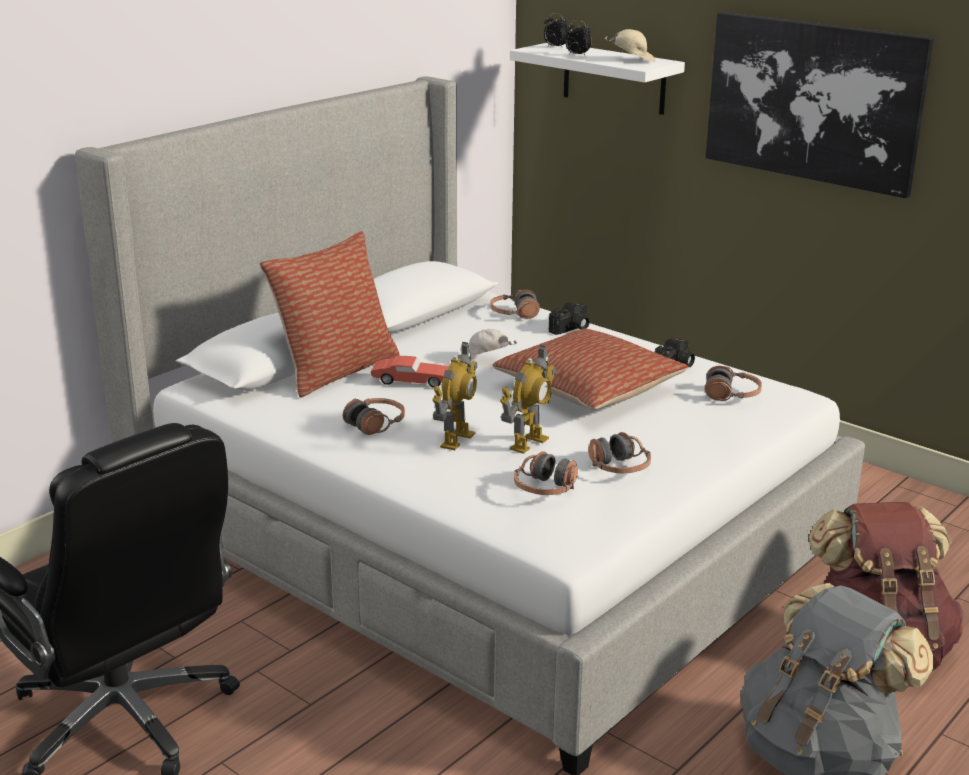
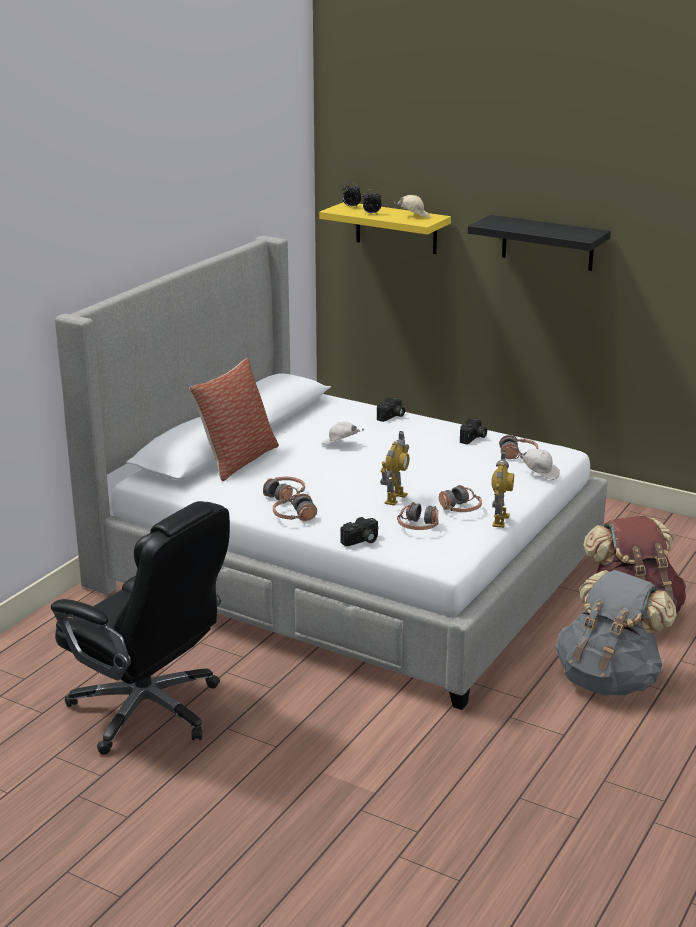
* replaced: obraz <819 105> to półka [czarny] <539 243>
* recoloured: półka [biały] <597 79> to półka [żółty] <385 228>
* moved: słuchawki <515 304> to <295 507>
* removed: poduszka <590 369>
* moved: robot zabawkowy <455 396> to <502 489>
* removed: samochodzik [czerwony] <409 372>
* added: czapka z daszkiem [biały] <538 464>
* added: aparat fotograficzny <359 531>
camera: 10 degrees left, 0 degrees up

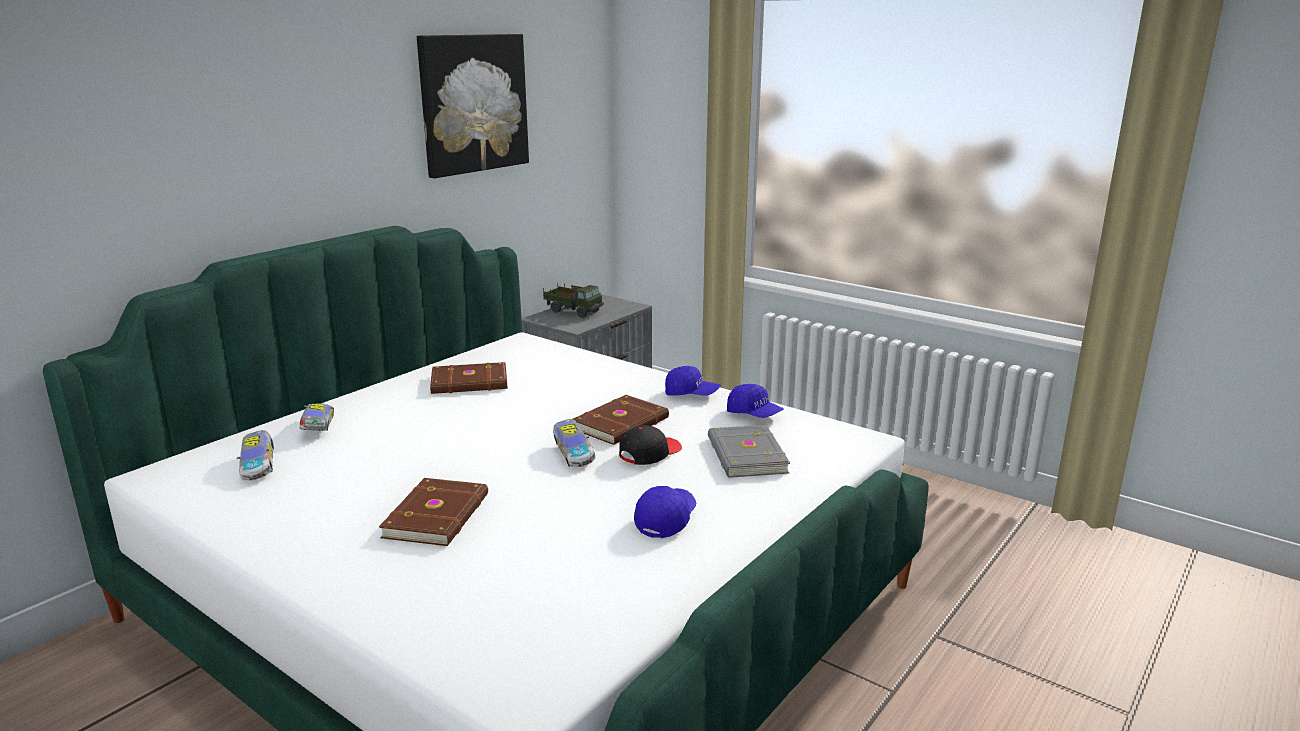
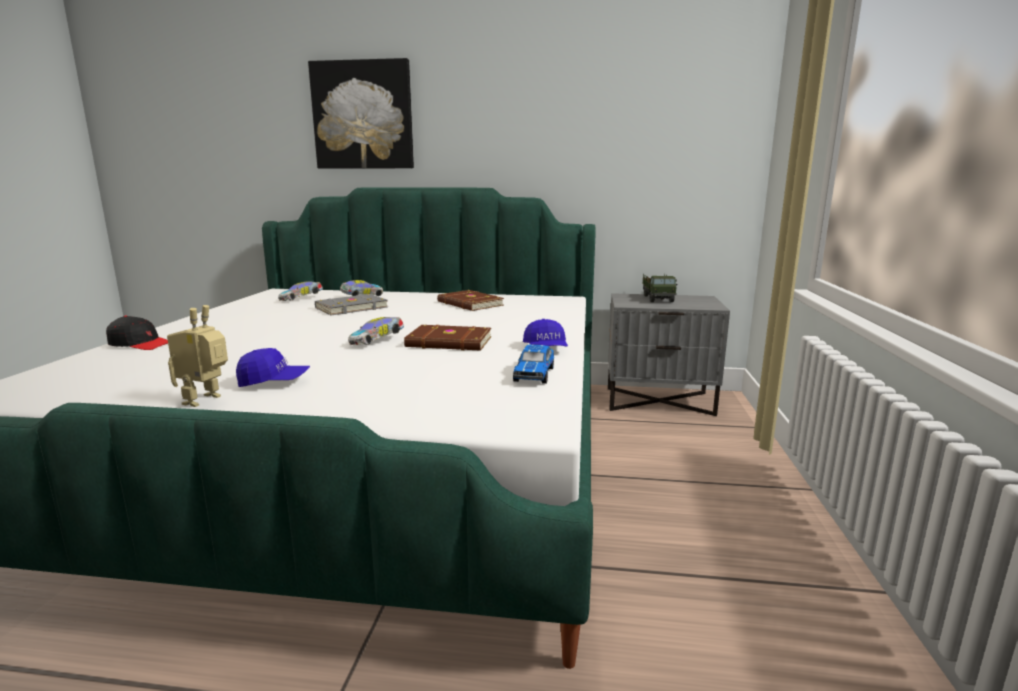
* moved: obraz <473 106> to <361 113>
* replaced: czapka z daszkiem [niebieski] <755 401> to samochodzik <533 364>
* moved: czapka z daszkiem [czarny] <650 445> to <137 333>
* moved: książka [szary] <749 451> to <351 305>
* removed: książka [brązowy] <433 512>
* added: robot zabawkowy <197 356>
camera: 60 degrees right, 5 degrees down

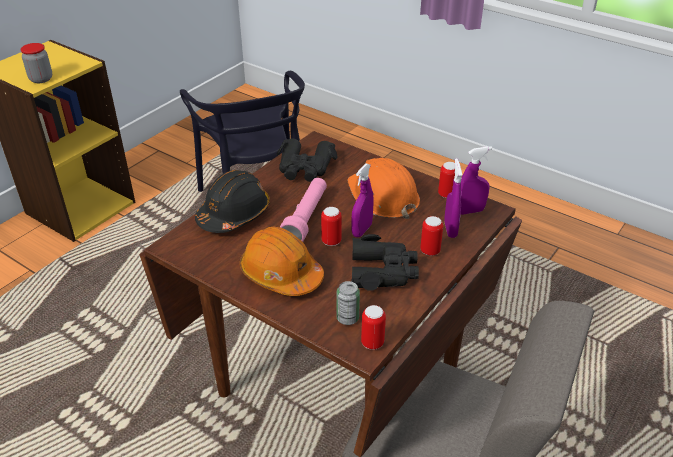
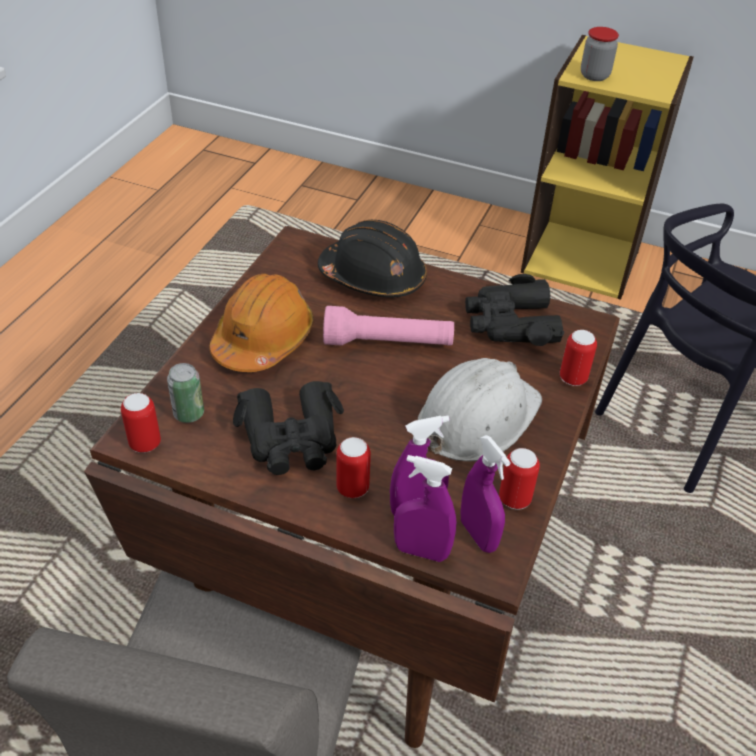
* recoloured: kask [pomarańczowy] <383 188> to kask [biały] <480 409>
* moved: spryskiwacz [fioletowy] <362 200> to <425 508>
* moved: puszka <331 226> to <578 358>
camera: 75 degrees right, 5 degrees up

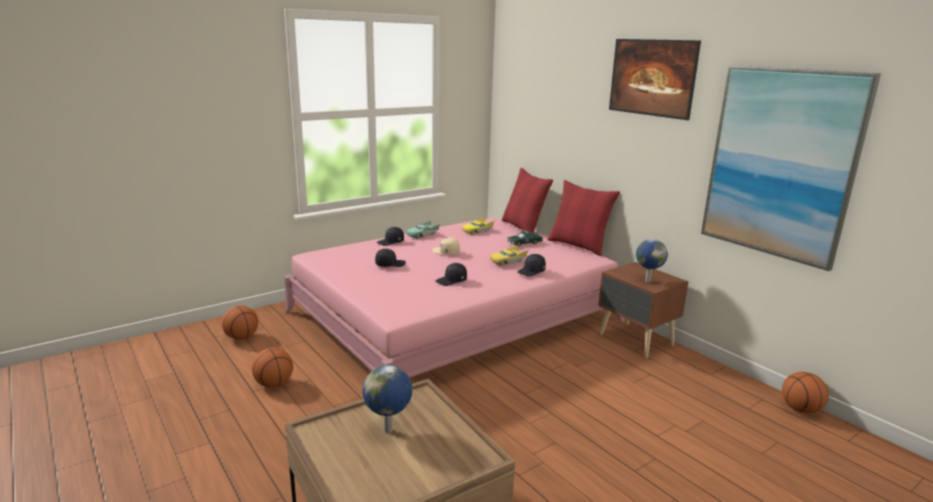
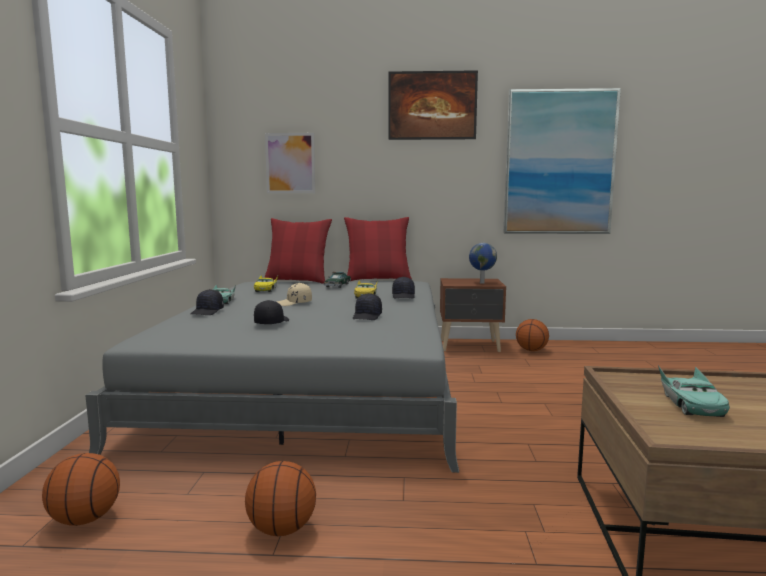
* recoloured: łóżko [różowy] <454 298> to łóżko [szary] <272 377>
* replaced: globus <387 399> to samochodzik [turkusowy] <694 391>
* moved: piłka do koszykówki <805 392> to <532 335>
* added: obraz <290 163>
camera: 50 degrees left, 10 degrees down

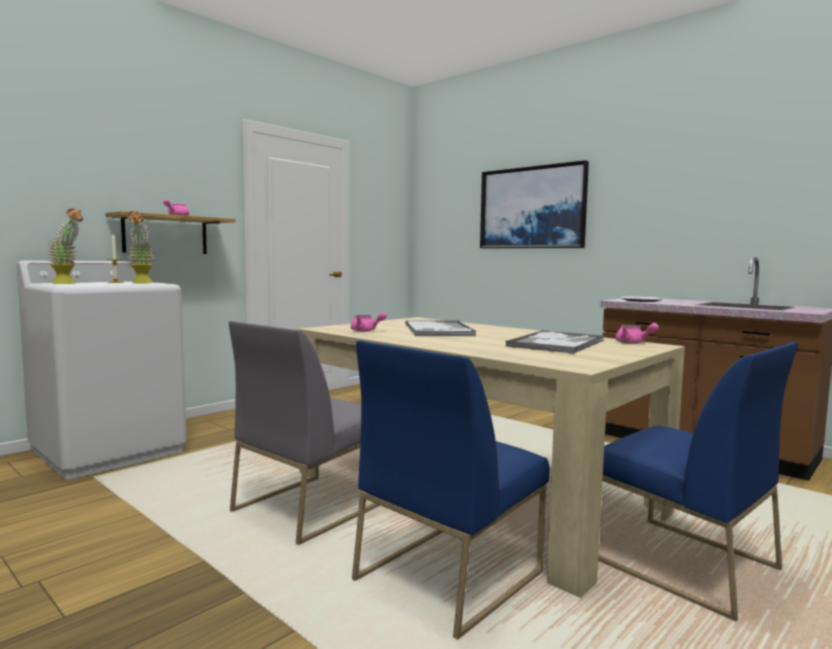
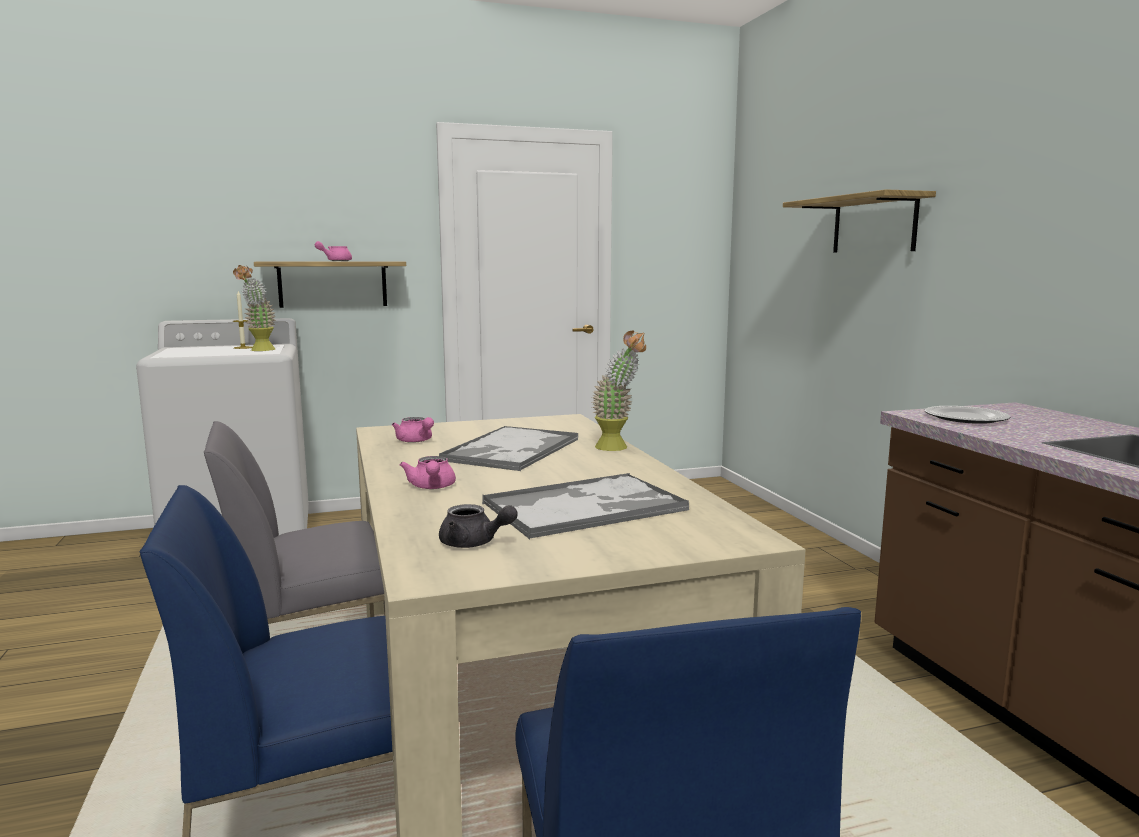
* replaced: obraz <534 204> to półka <859 220>
* moved: roślina doniczkowa <65 246> to <619 391>
* moved: imbryk [różowy] <637 333> to <428 472>
* added: imbryk [szary] <478 526>
camera: 30 degrees right, 5 degrees up

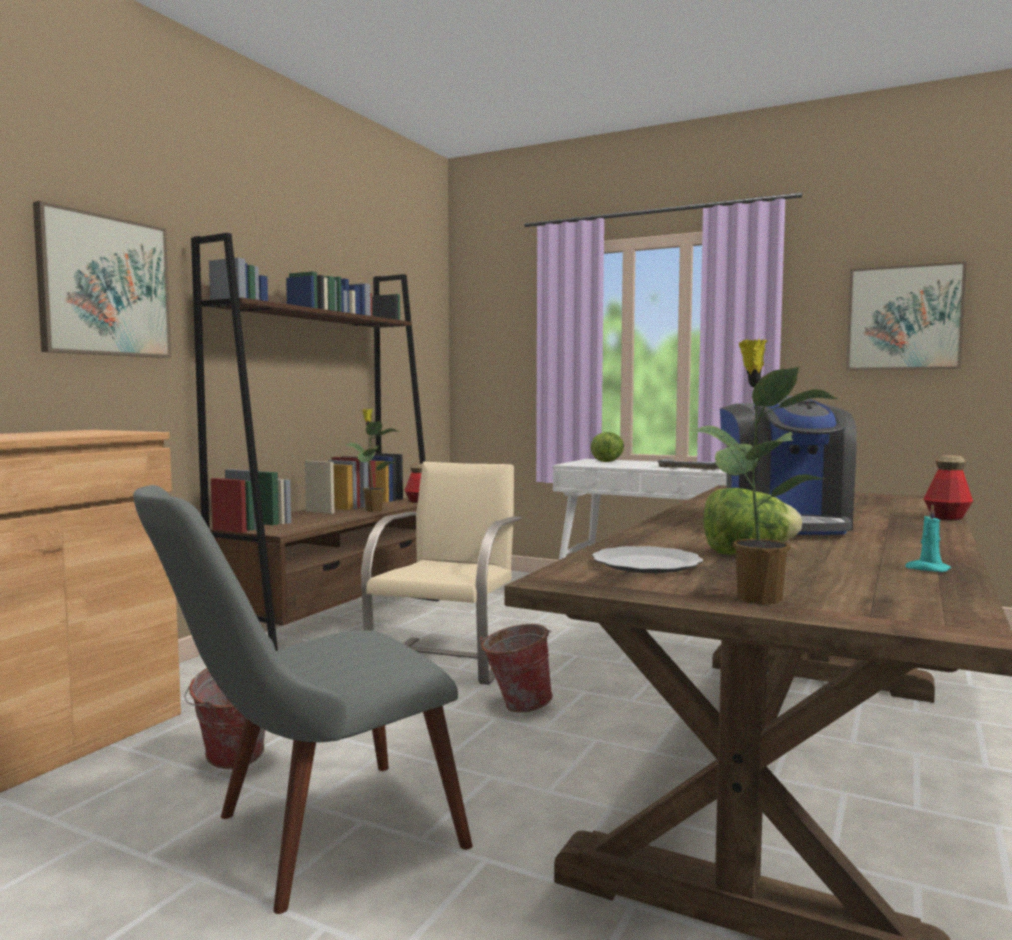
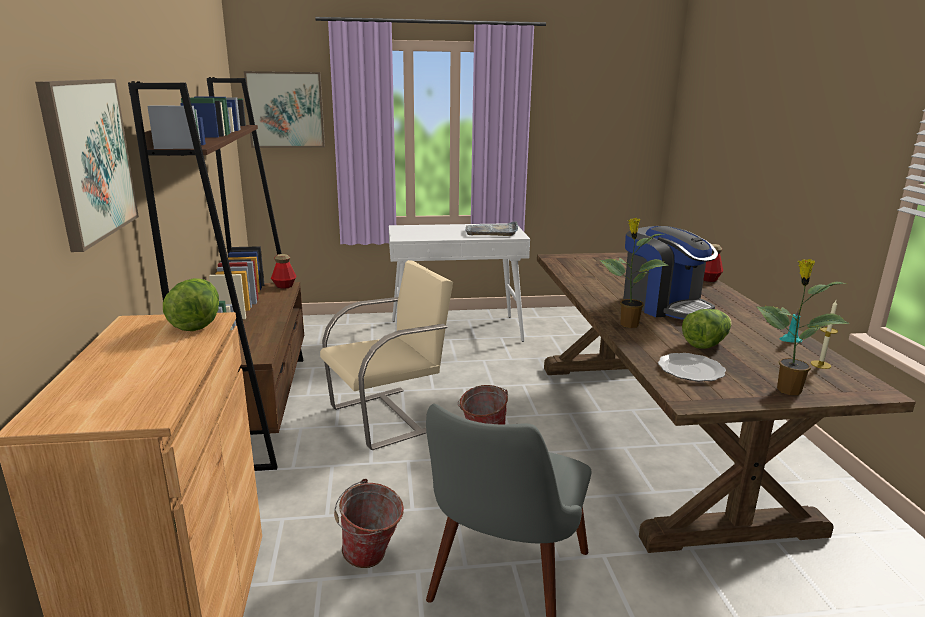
* moved: obraz <906 315> to <284 109>
* moved: roślina doniczkowa <371 460> to <633 273>
* moved: sałata <607 447> to <191 304>
* turned: krzesło [beżowy] <441 573> = <386 355> 75 degrees clockwise
* added: świeca <824 334>
camera: 35 degrees left, 15 degrees up

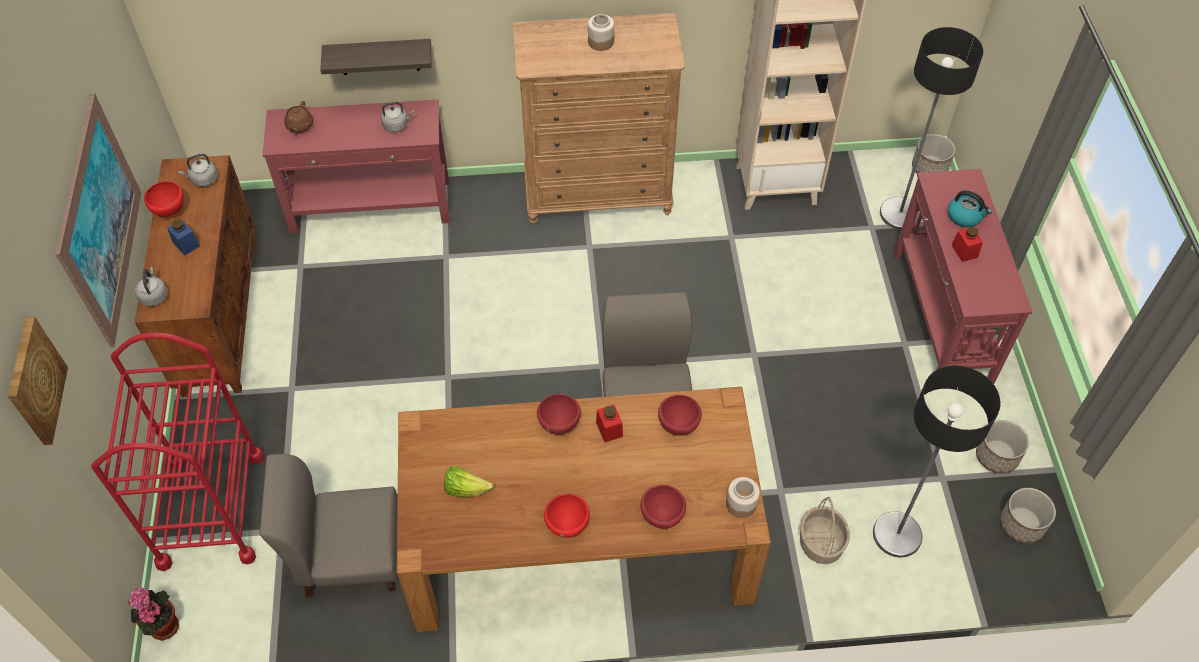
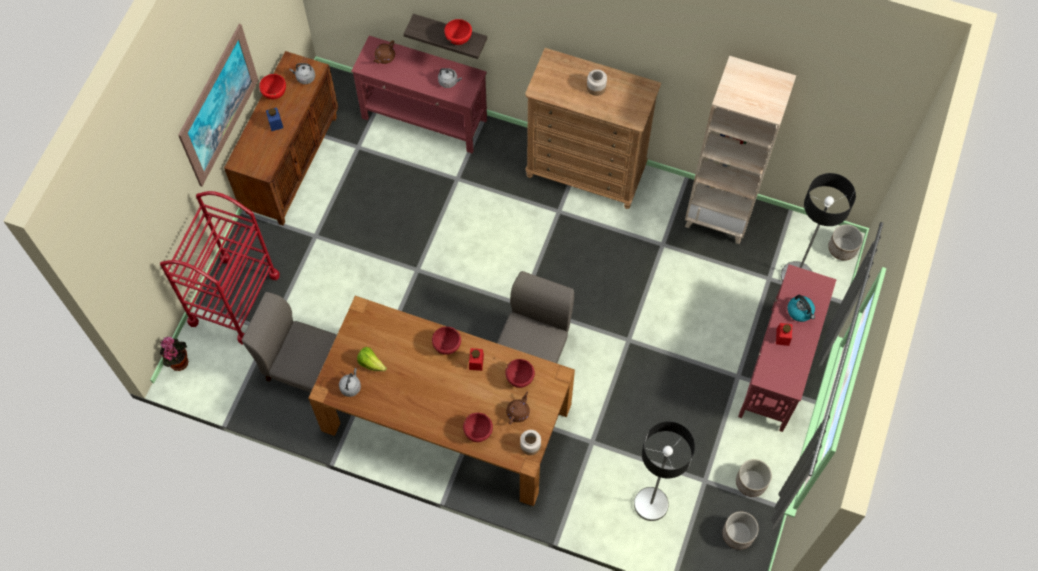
* moved: czajnik [szary] <151 286> to <350 382>
* removed: obraz <38 380>
* moved: miska [czerwony] <567 516> to <458 32>
* removed: koszyk <825 530>
* added: imbryk [brązowy] <518 407>
camera: 25 degrees right, 10 degrees up

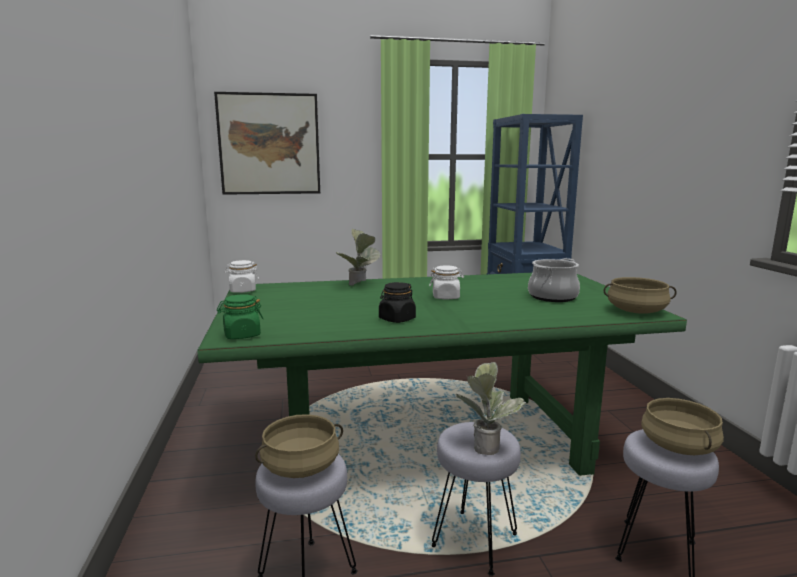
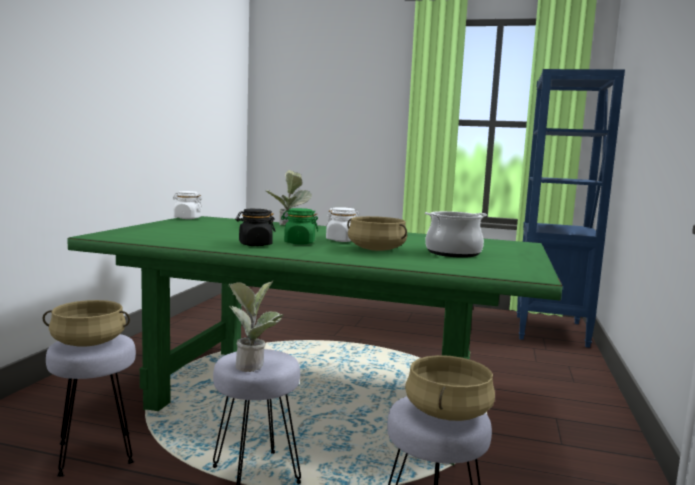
* removed: obraz <267 143>
* moved: garnek [beżowy] <640 295> to <377 233>
* moved: słoik [zielony] <240 316> to <300 226>
camera: 25 degrees right, 5 degrees down

